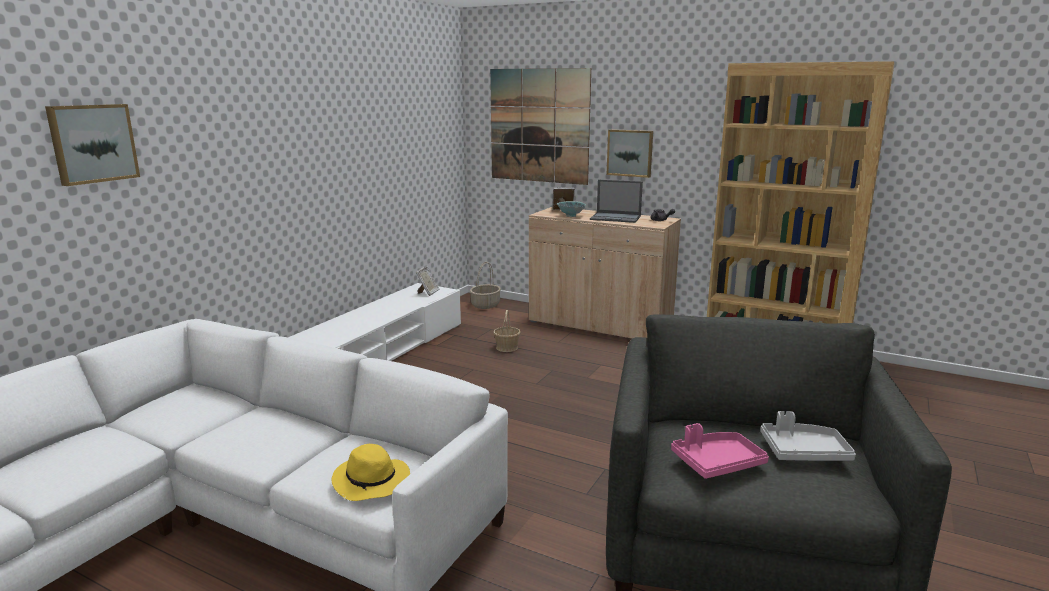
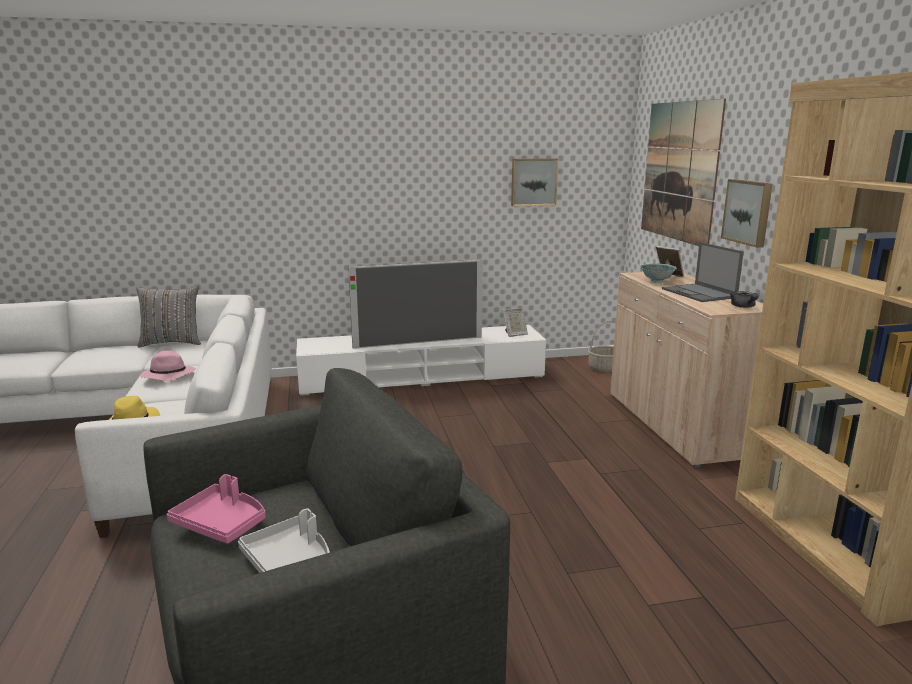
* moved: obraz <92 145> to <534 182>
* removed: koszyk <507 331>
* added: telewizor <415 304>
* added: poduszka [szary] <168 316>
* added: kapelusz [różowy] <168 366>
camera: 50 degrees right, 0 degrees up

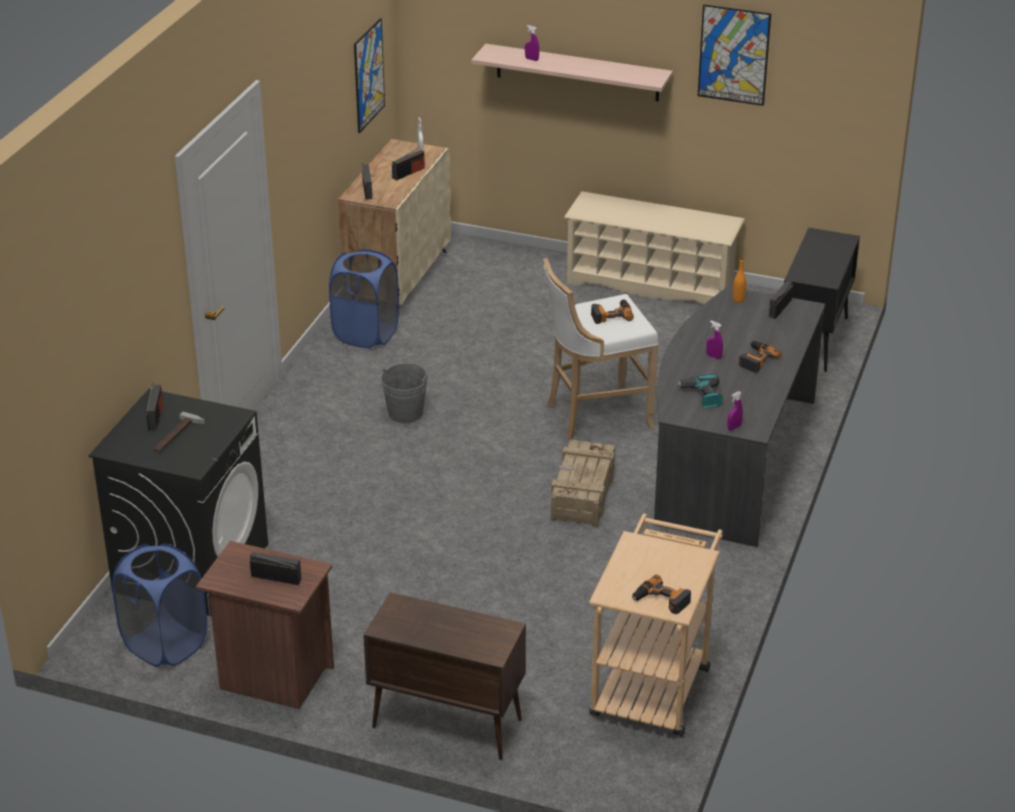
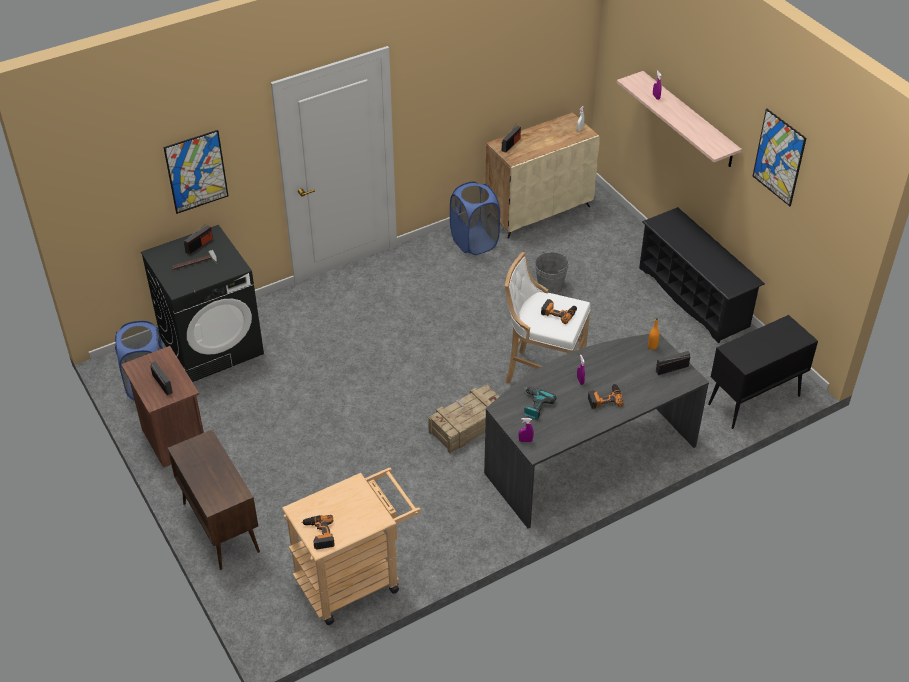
* moved: obraz <369 75> to <196 172>
* removed: radio <408 163>
* recoloured: regał na buty [beżowy] <654 247> to regał na buty [czarny] <702 275>
* moved: wiadro [szary] <404 393> to <552 272>
camera: 40 degrees right, 10 degrees up

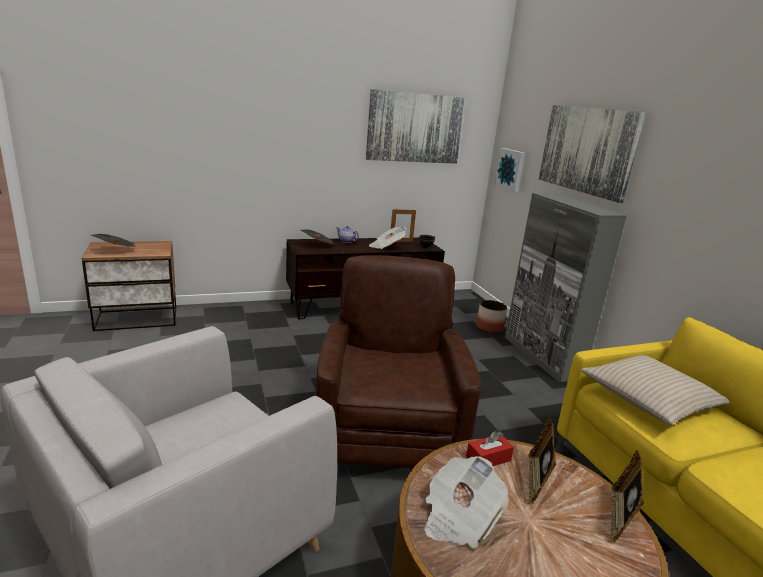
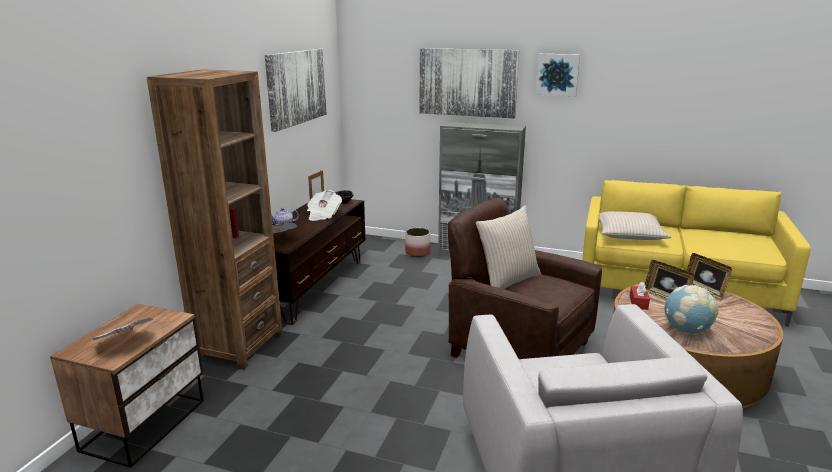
* moved: obraz <509 170> to <558 75>
* replaced: gazeta <466 502> to globus <691 309>
* added: regał [brązowy] <215 219>
* added: poduszka [beżowy] <508 247>
camera: 50 degrees left, 0 degrees up

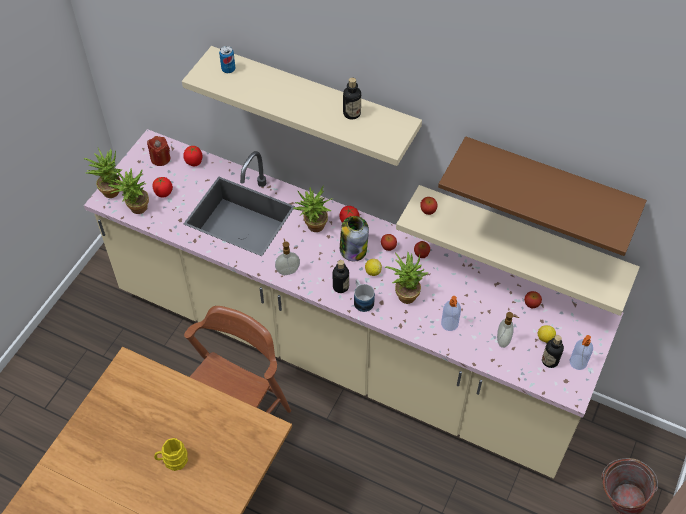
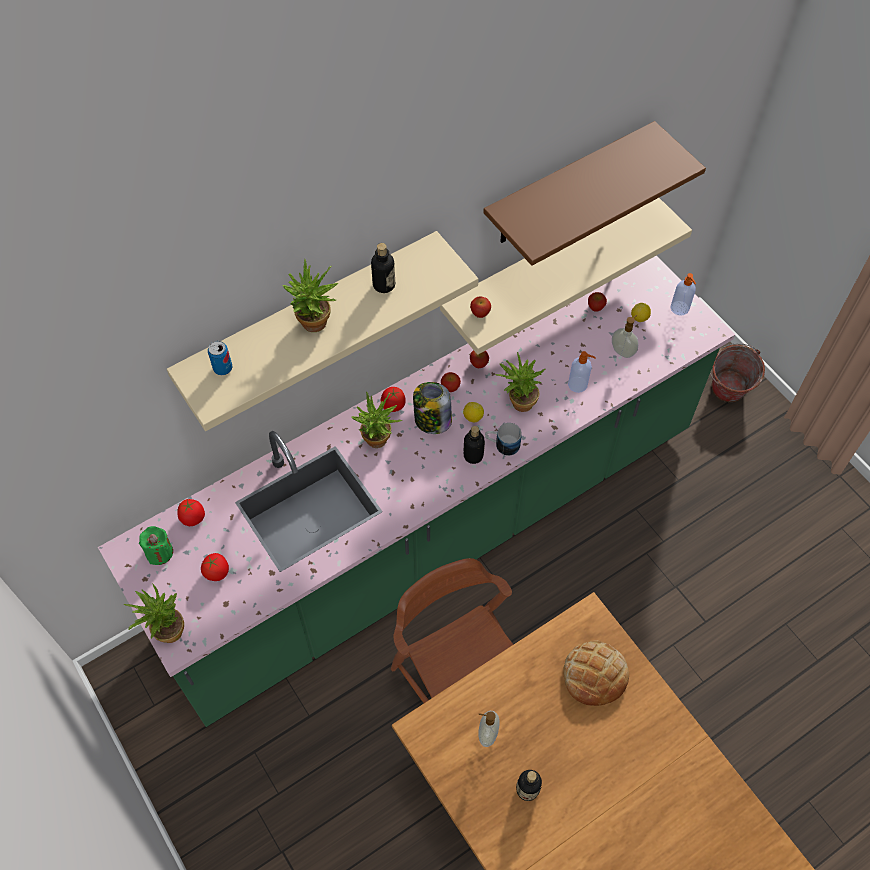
* recoloured: zabudowa kuchenna [beżowy] <354 304> to zabudowa kuchenna [zielony] <416 491>
* recoloured: świeca [czerwony] <159 151> to świeca [zielony] <156 545>
* moved: roślina doniczkowa <128 191> to <310 295>
* moved: dozownik mydła <287 257> to <489 729>
* moved: butelka <553 351> to <529 785>
* removed: kubek [żółty] <171 454>
* added: chleb <596 673>
camera: 60 degrees left, 5 degrees up

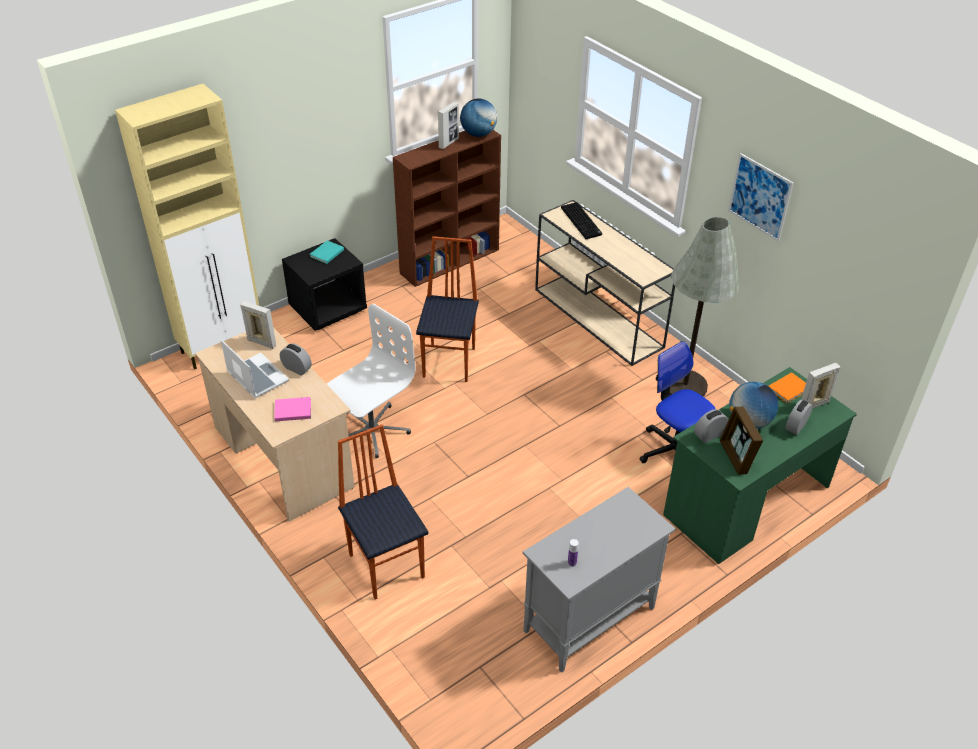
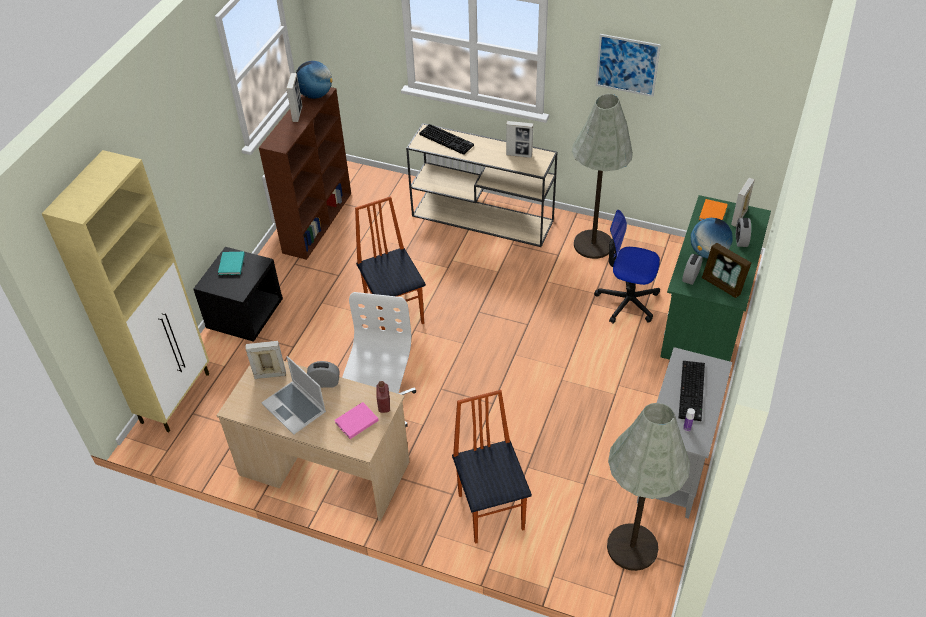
* turned: laptop <255 368> = <293 395> 150 degrees counterclockwise
* turned: krzesło <383 511> = <492 467> 45 degrees clockwise
* added: ramka na zdjęcie <520 139>
* added: klawiatura <692 391>
* added: butelka [czerwony] <383 397>
* added: lampa stojąca [szary] <648 487>
camera: 30 degrees left, 5 degrees up

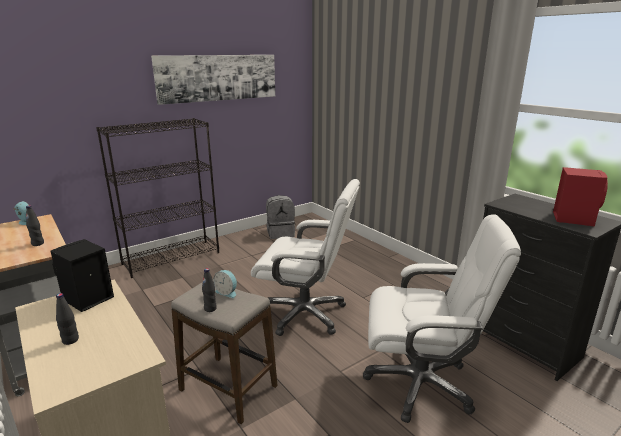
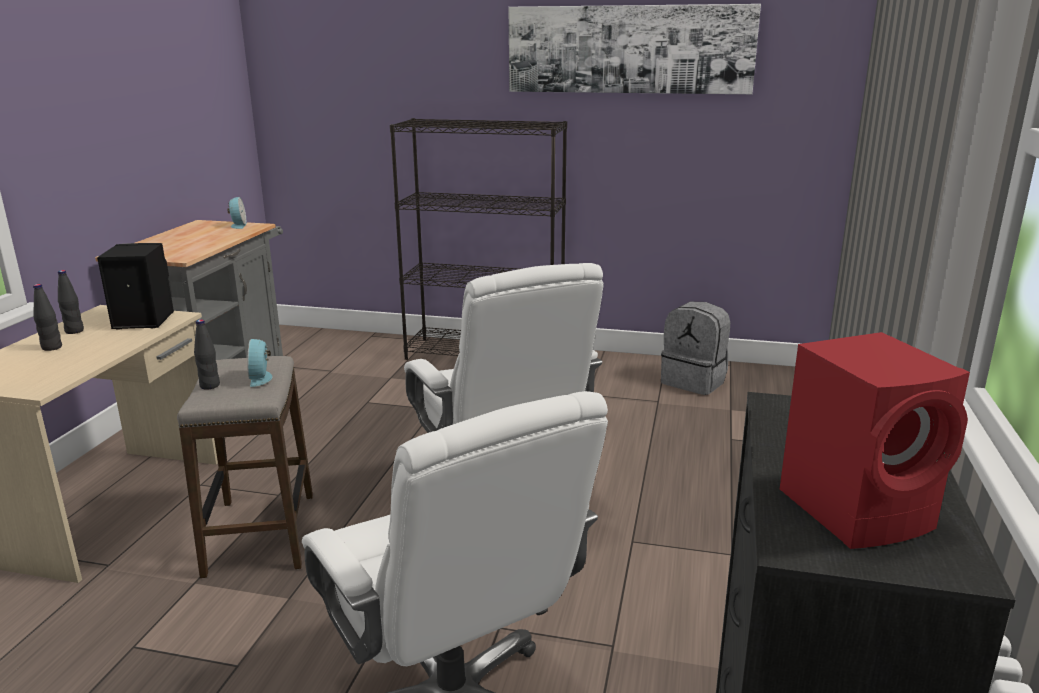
* moved: butelka [czarny] <35 225> to <71 302>
camera: 50 degrees right, 0 degrees up

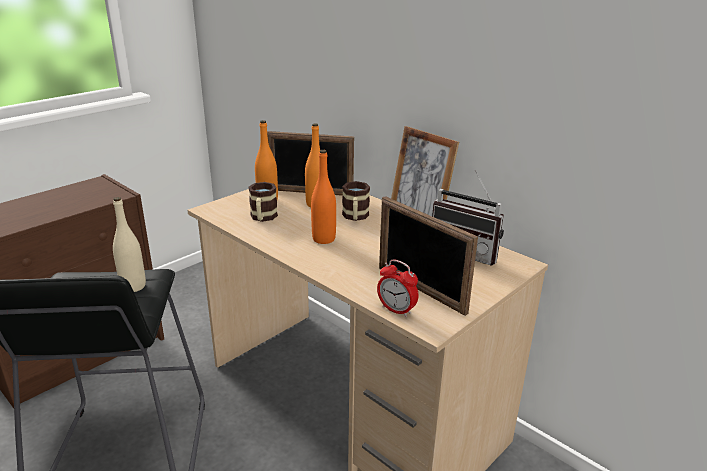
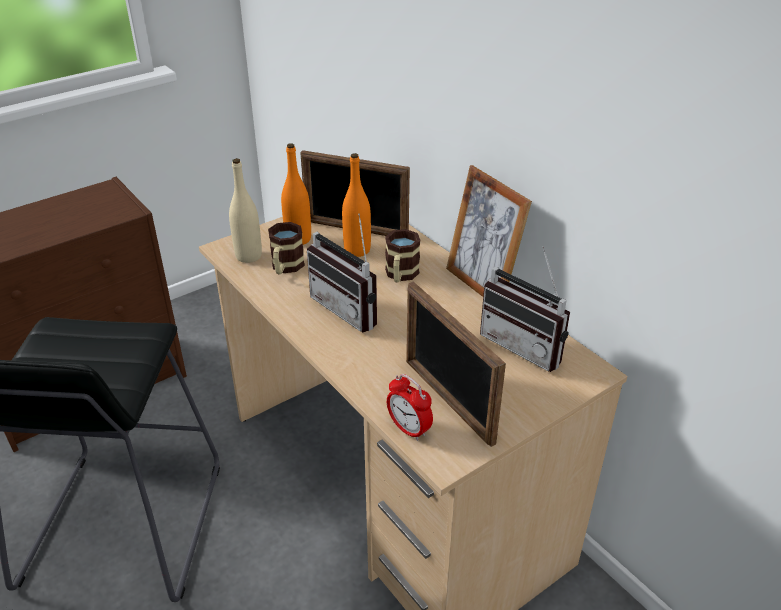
* replaced: butelka [pomarańczowy] <323 197> to radio <342 273>
* moved: butelka [beżowy] <129 244> to <245 210>
camera: 10 degrees right, 10 degrees up

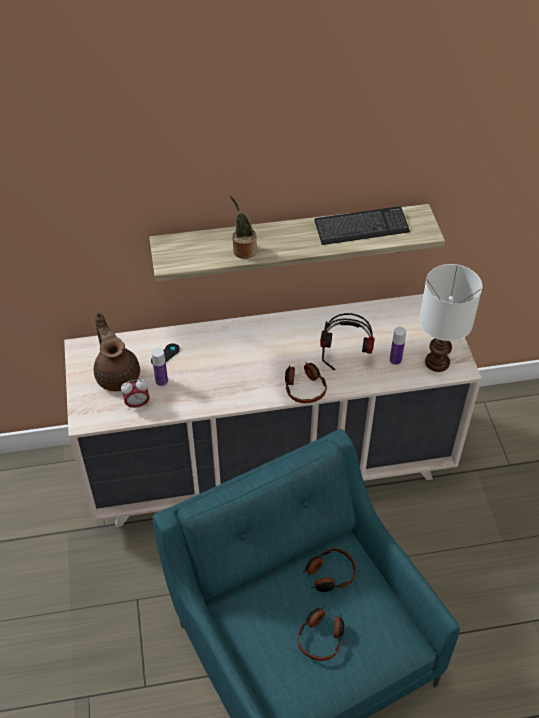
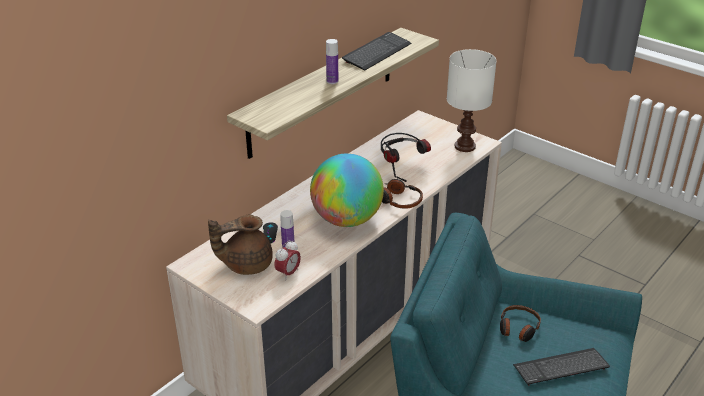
* removed: roślina doniczkowa <243 227>
* turned: imbryk [brązowy] <117 352> = <240 245> 45 degrees counterclockwise
* moved: butelka <398 346> to <332 61>
* replaced: słuchawki <320 634> to klawiatura <561 366>
* added: globus <347 190>
camera: 40 degrees left, 15 degrees down

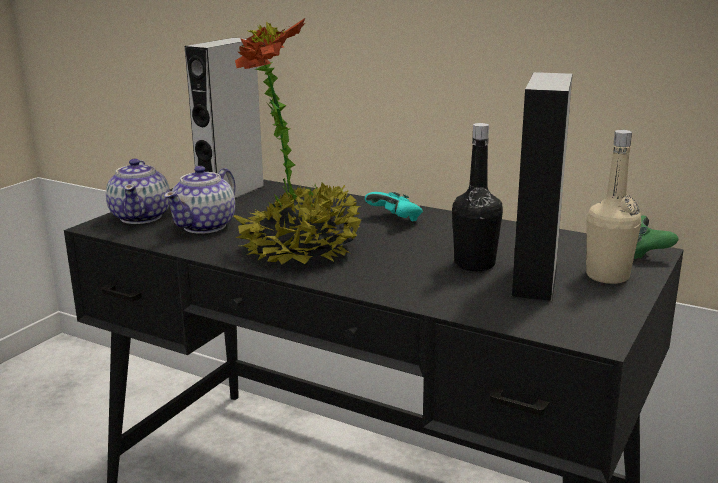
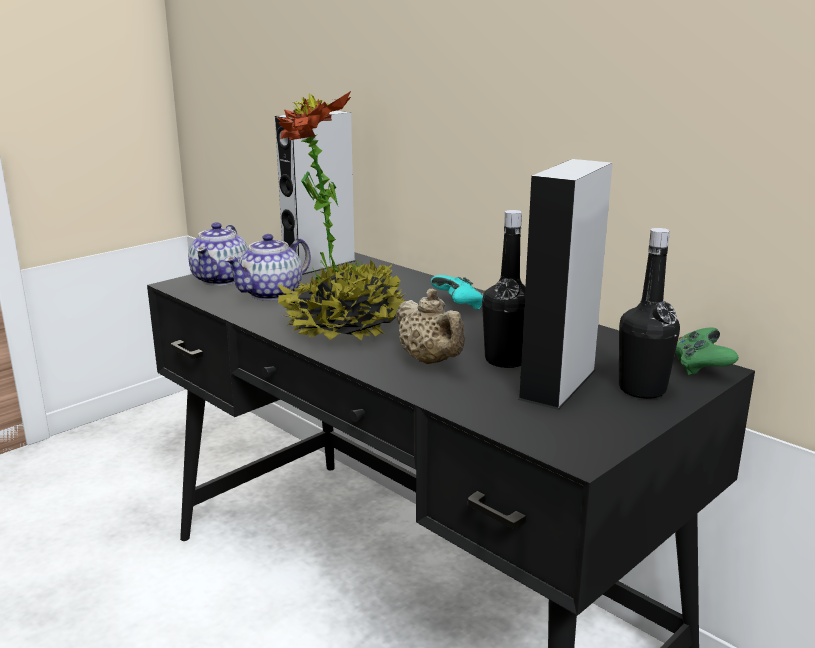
* recoloured: butelka [beżowy] <613 207> to butelka [czarny] <649 313>
* added: imbryk [beżowy] <430 326>
camera: 15 degrees right, 0 degrees up

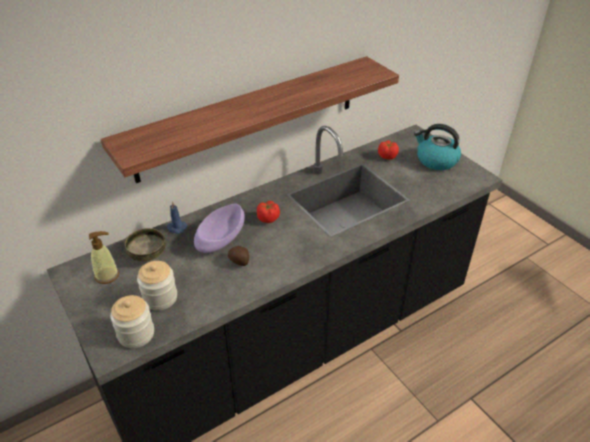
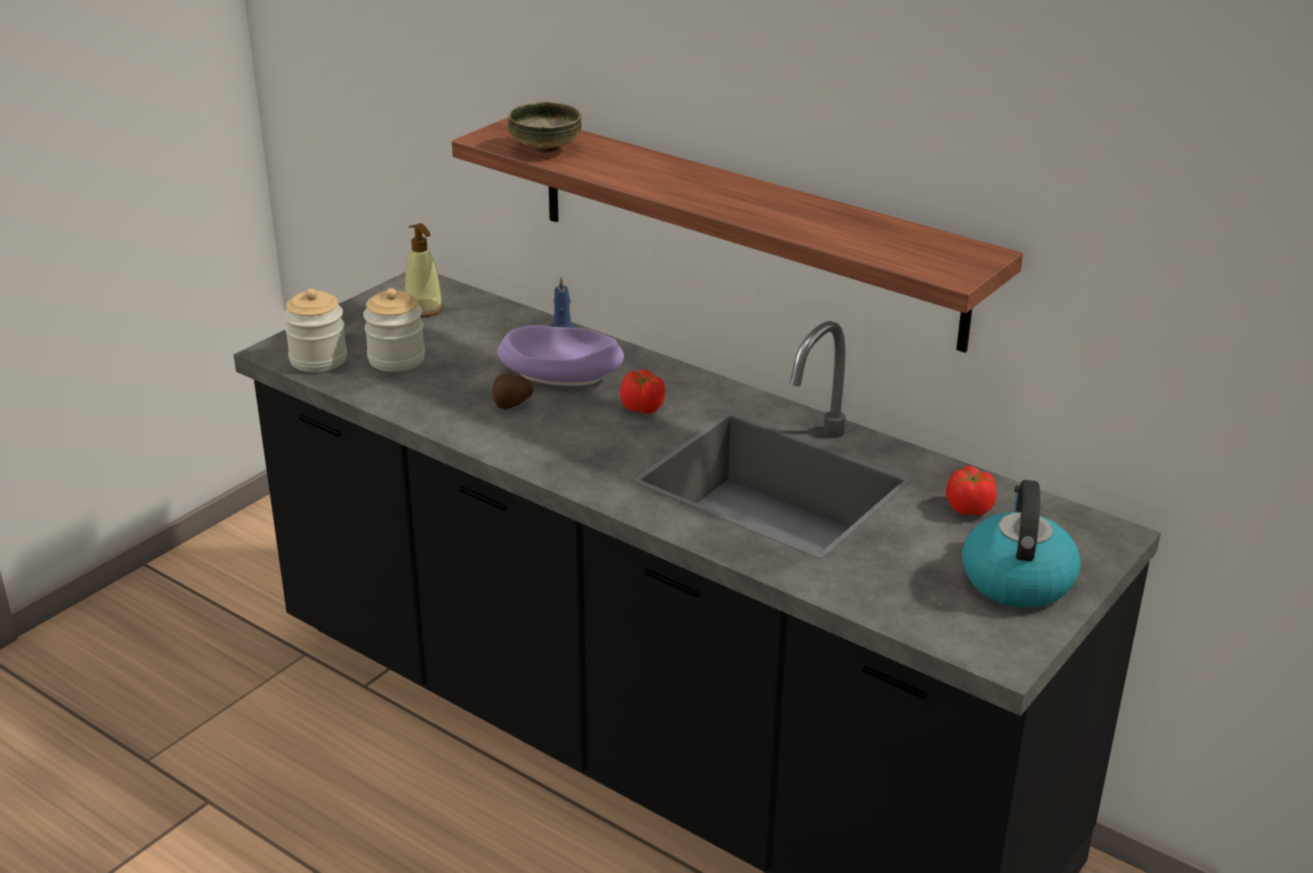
* moved: miska <145 244> to <545 127>
camera: 70 degrees right, 10 degrees down

